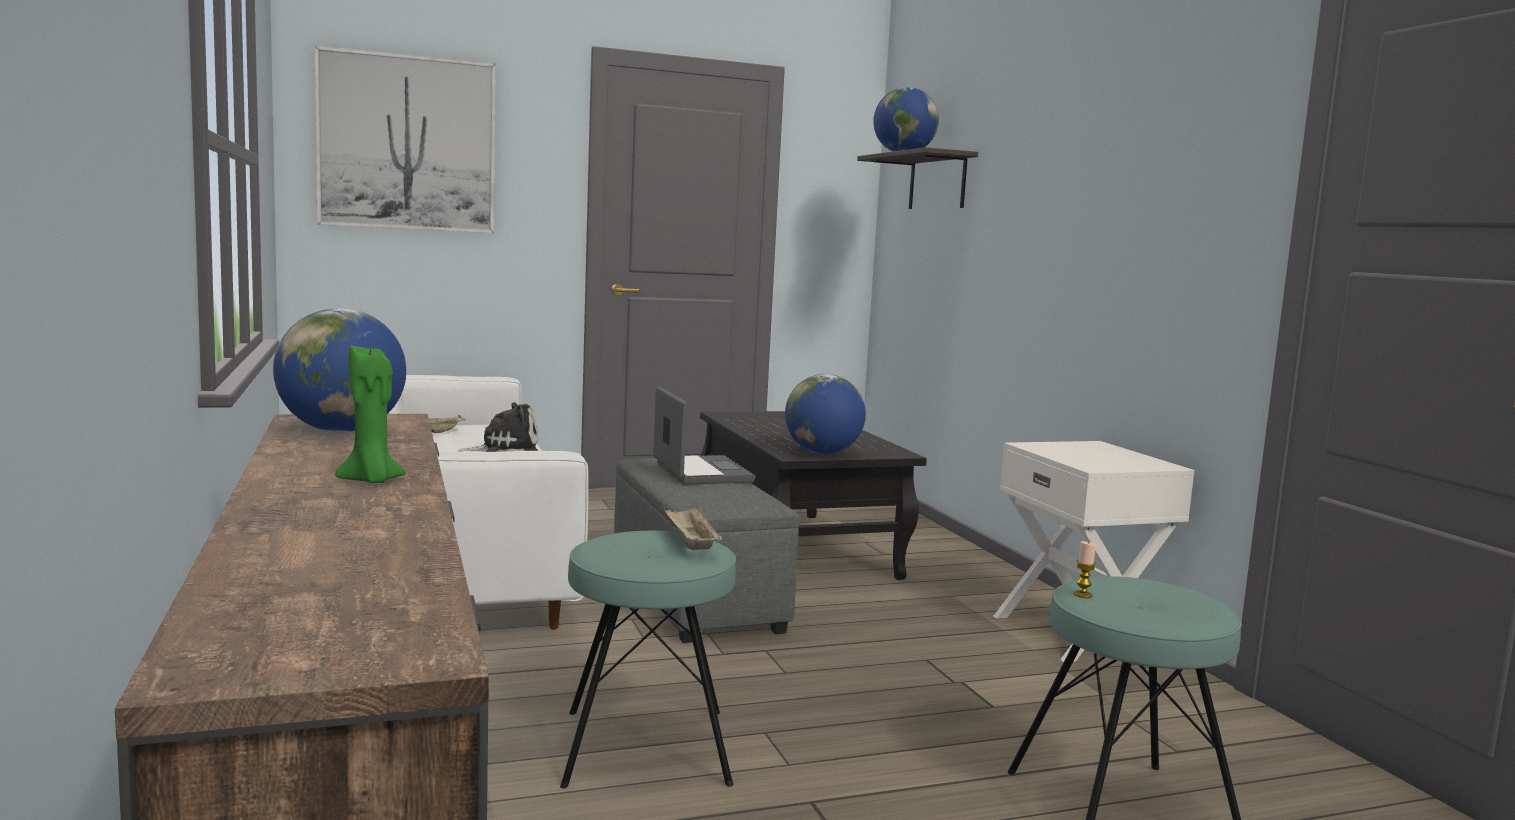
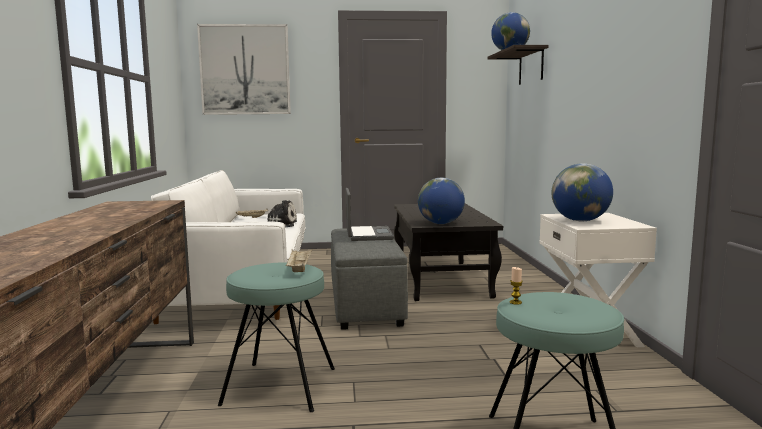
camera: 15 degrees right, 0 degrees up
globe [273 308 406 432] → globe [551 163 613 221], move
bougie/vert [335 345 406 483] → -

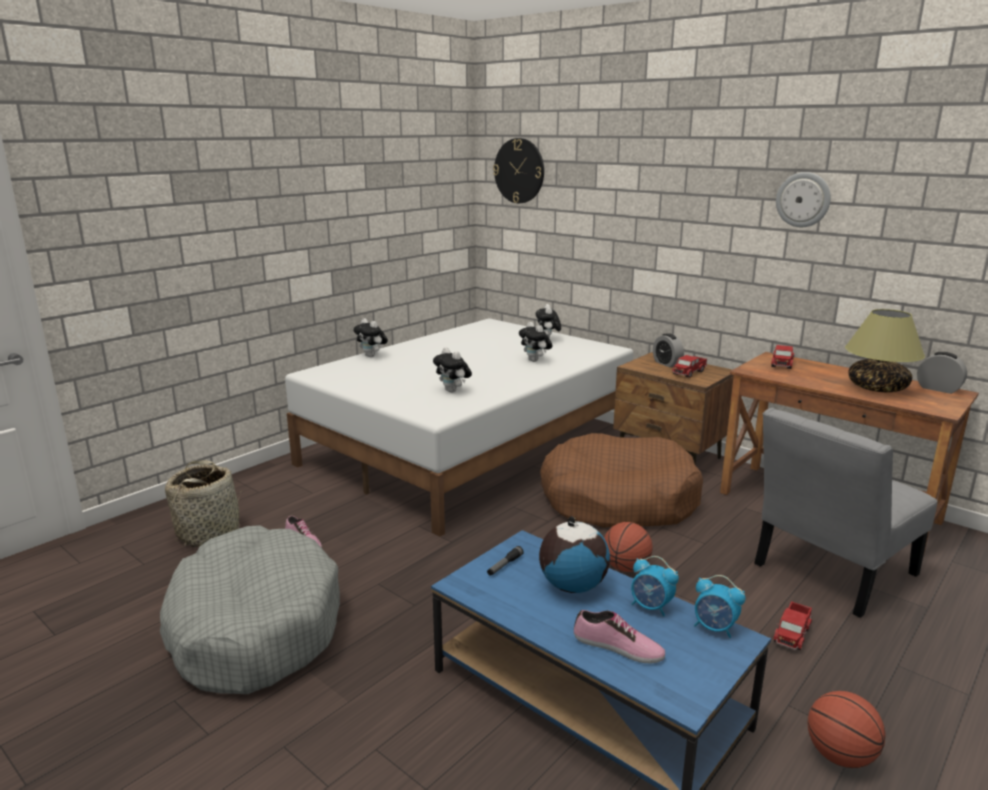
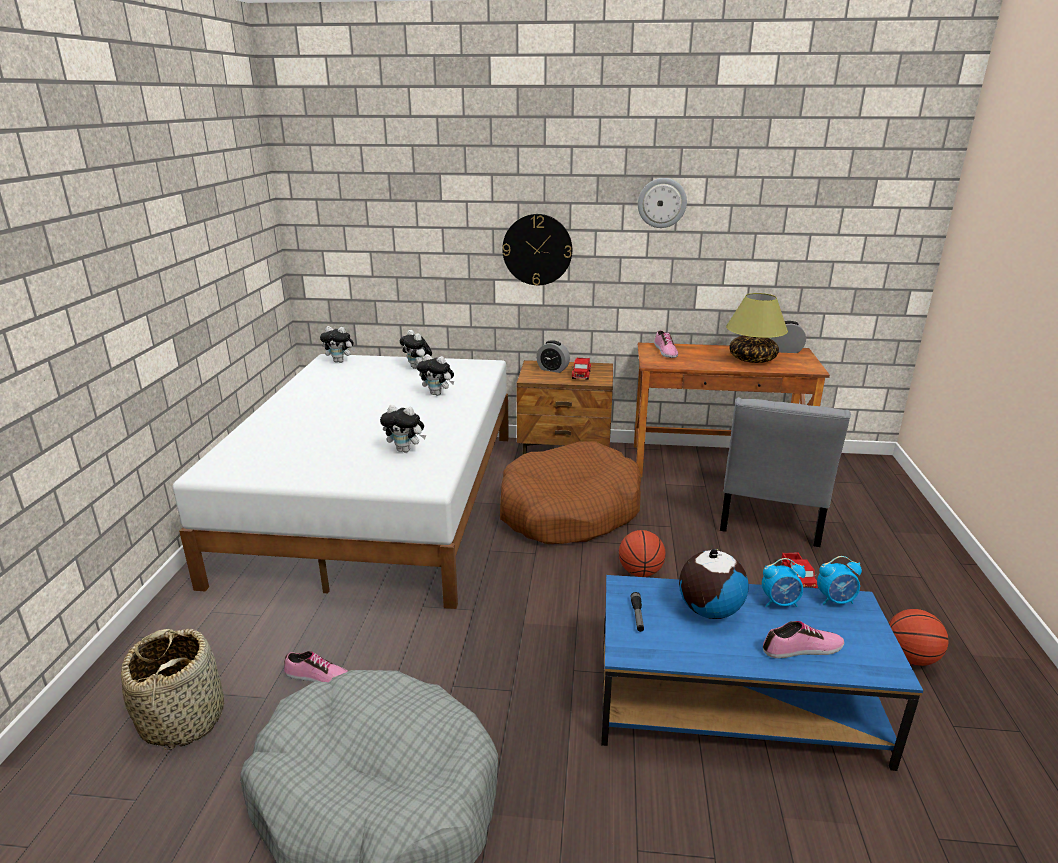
camera: 35 degrees left, 5 degrees up
peluche [353 318 388 357] → peluche [320 326 356 363], move
horloge murale [493 138 544 203] → horloge murale [502 214 572 285], move
camion jouet [771 345 795 369] → chaussure [654 330 678 358]

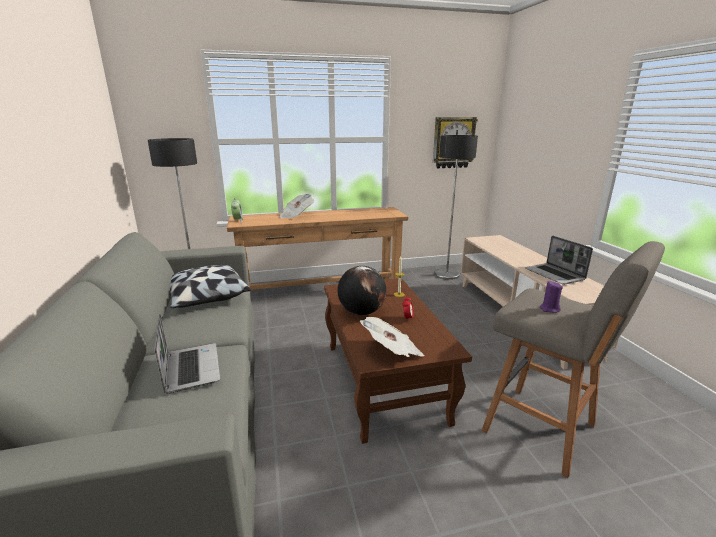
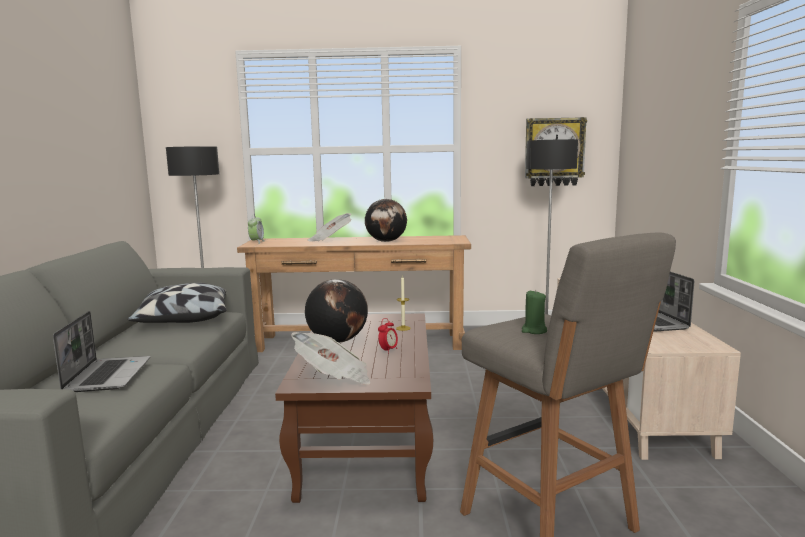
camera: 15 degrees right, 10 degrees down
bougie/violet [540 281 563 313] → bougie/vert [522 290 547 334]
- → globe [365 199 407 242]

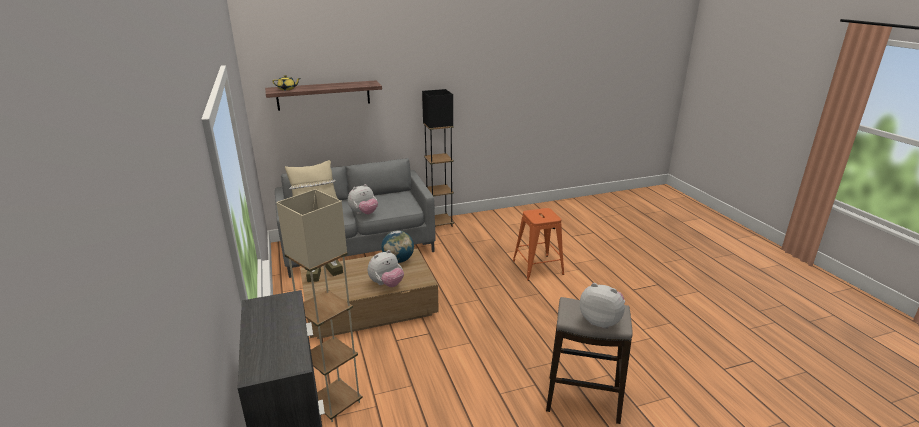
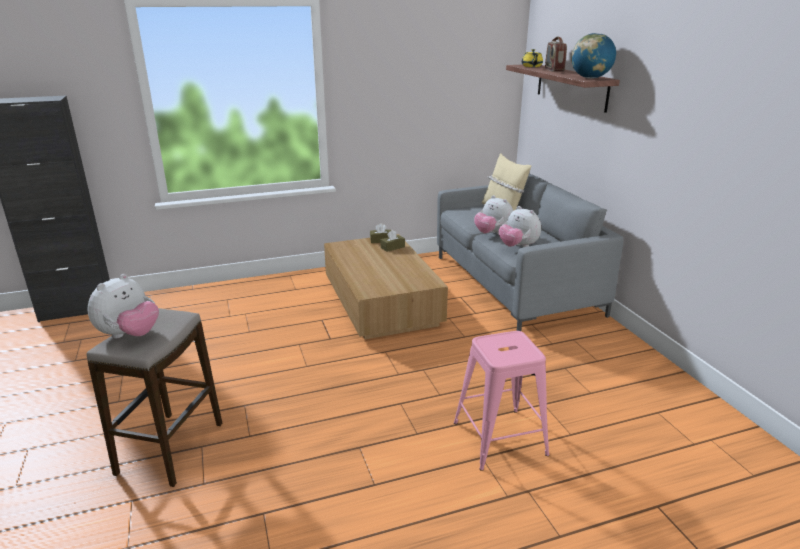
camera: 90 degrees right, 0 degrees up
lampadaire/beige [276 189 363 422] → -
peluche [368 250 404 287] → peluche [499 206 541 247], move
globe [381 230 414 263] → globe [571 33 616 79], move
lampadaire/noir [422 89 454 227] → -
tabouret/orange [513 208 564 281] → tabouret/rose [454 331 549 471]
- → radio [545 36 567 72]

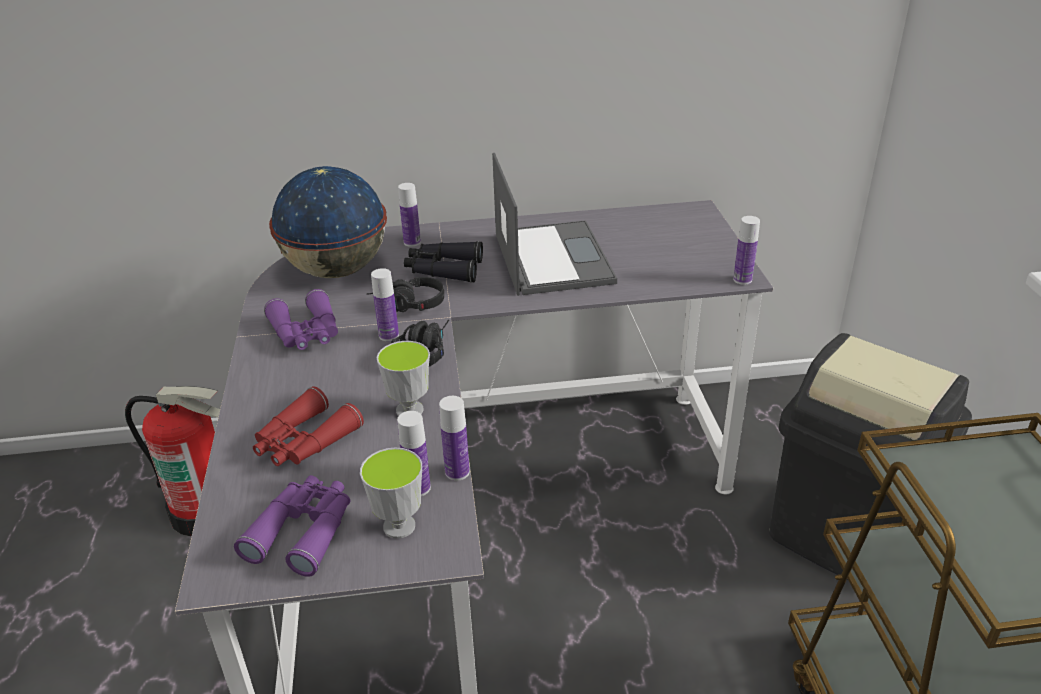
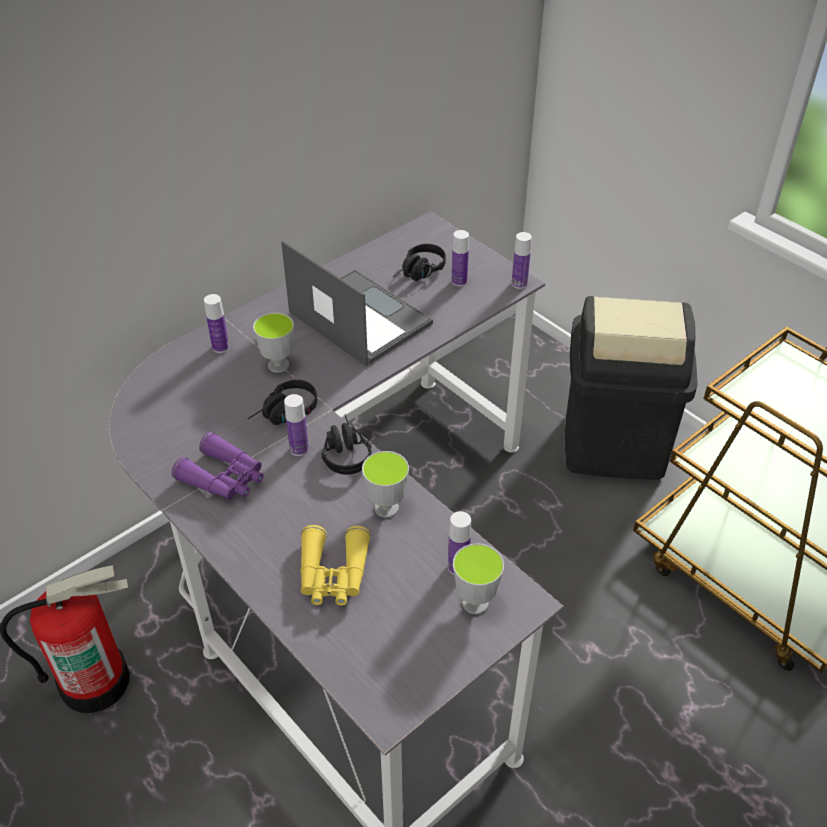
camera: 35 degrees left, 10 degrees up
jumelles/violet [234 475 350 577] → -
jumelles/rouge [253 386 364 466] → jumelles/jaune [300 525 371 605]
globe [269 166 387 278] → -
jumelles/noir [404 241 483 283] → tasse [253 312 294 373]
bouteille [439 396 470 481] → bouteille [452 230 469 287], move
- → casque audio/noir [393 244 446 281]

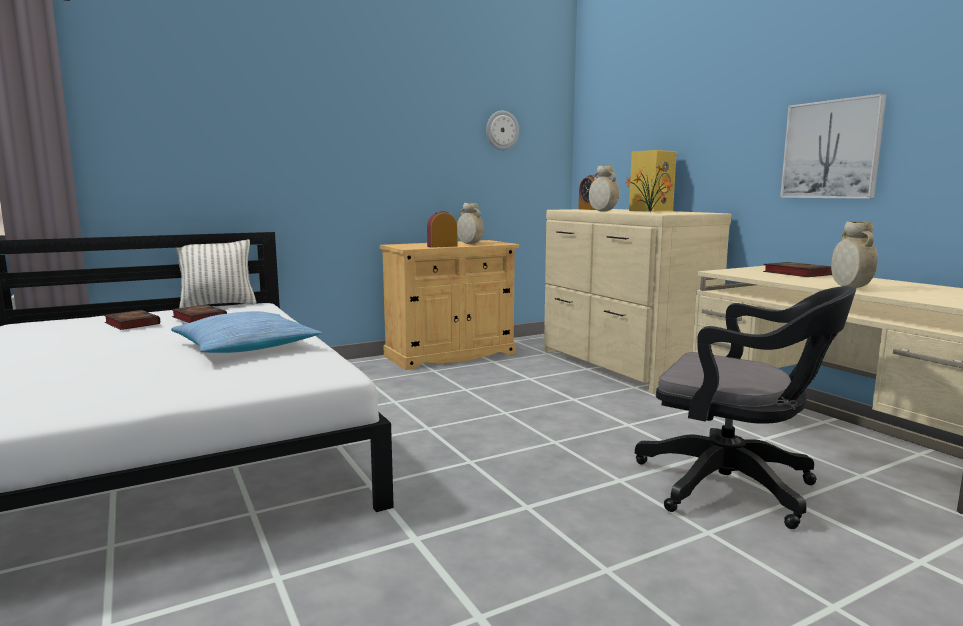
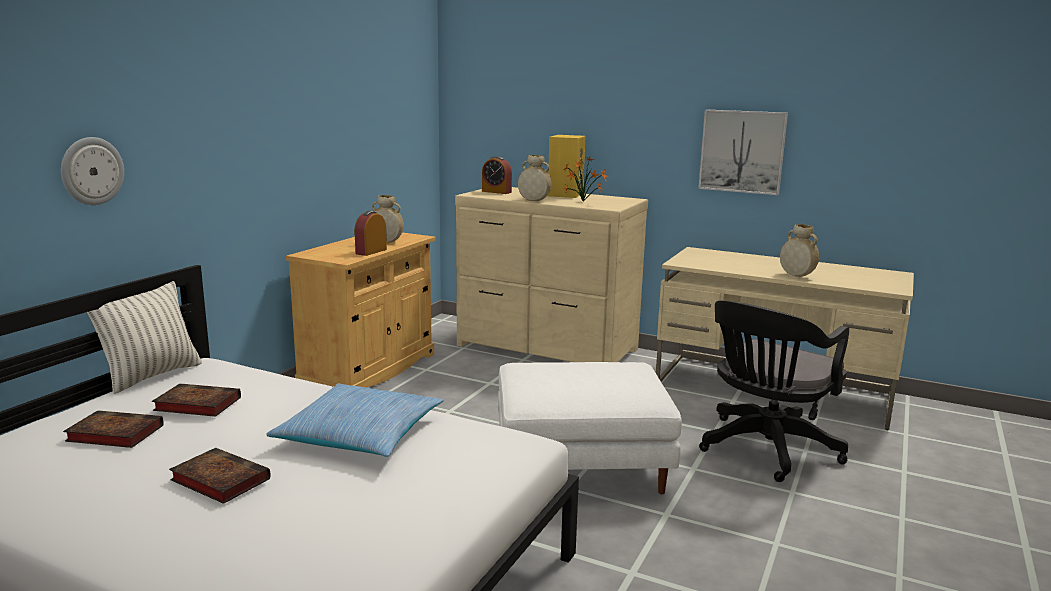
camera: 35 degrees left, 5 degrees up
horloge murale [486 111 519 150] → horloge murale [61 137 124 205], move
chaise de bureau/noir [635 286 856 529] → chaise de bureau/noir [699 301 849 482], 135 degrees clockwise
livre [763 262 832 277] → livre [169 448 271 504], move
- → pouf/blanc [498 362 682 494]

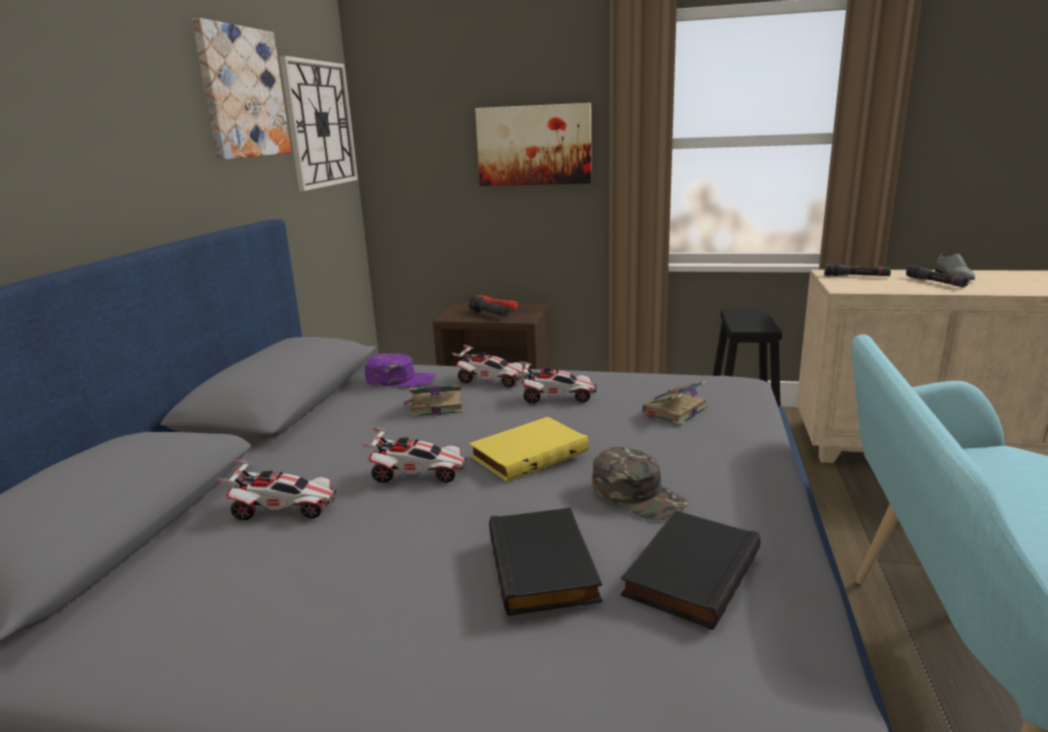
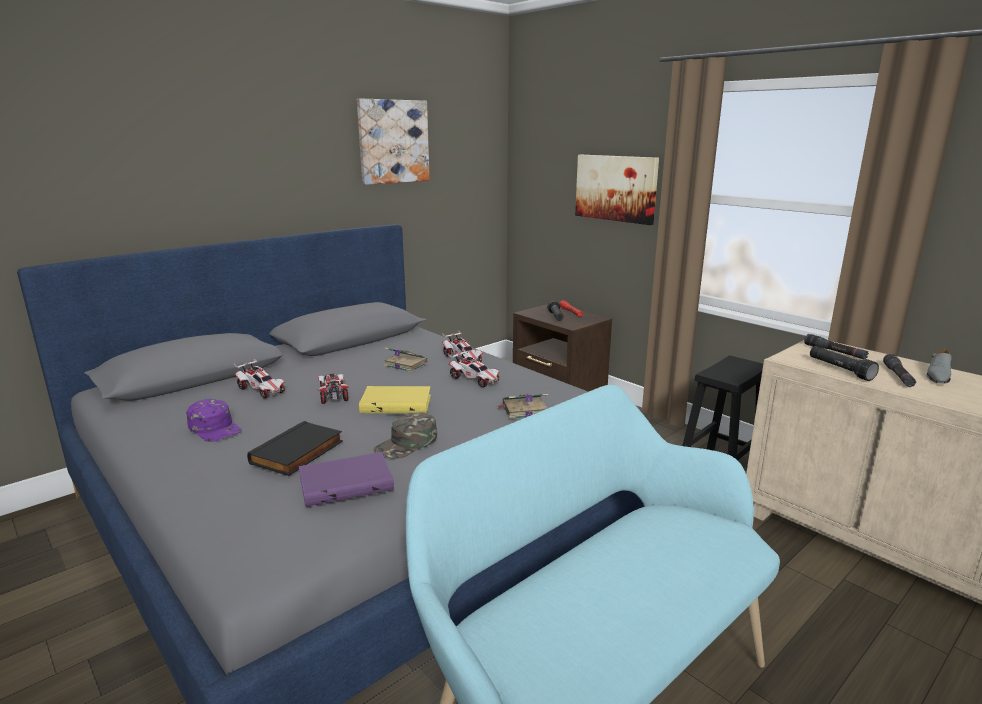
camera: 35 degrees right, 0 degrees up
horloge murale [279 56 358 191] → -
petite voiture [361 427 468 483] → petite voiture [317 374 349 404], 150 degrees counterclockwise
casquette/violet [365 353 436 387] → casquette/violet [186 399 242 442], move
casquette/vert [592 447 689 520] → casquette/vert [374 412 437 459], 45 degrees clockwise
livre/noir [621 511 761 630] → livre/violet [299 452 394 507]
- → lampe de poche/noir [810 346 879 381]

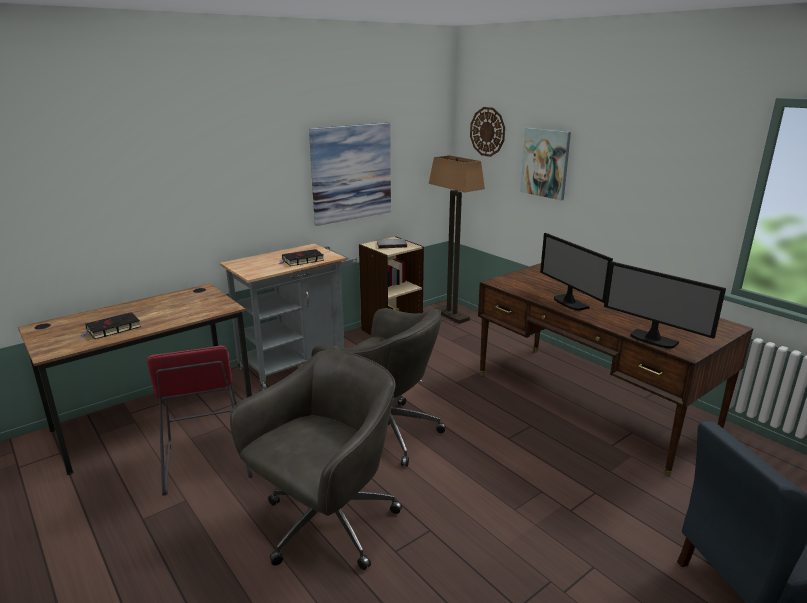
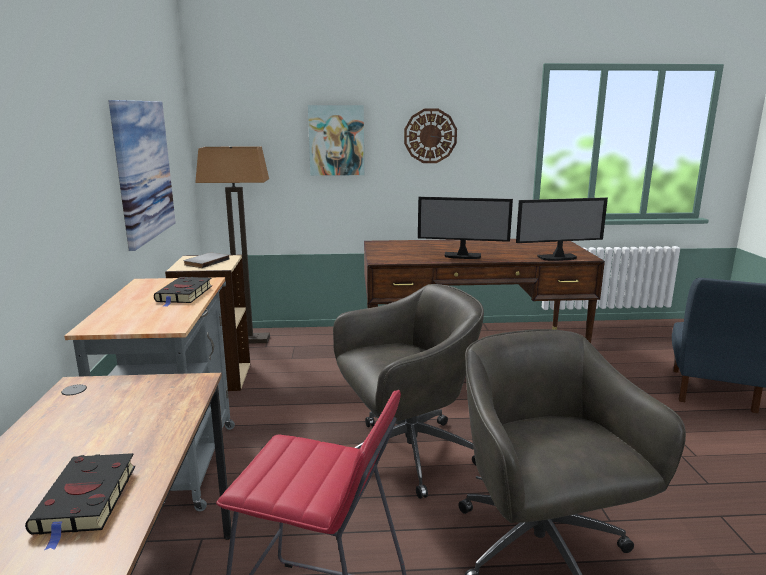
camera: 55 degrees left, 5 degrees down
horloge murale [470 107 505 157] → horloge murale [404 109 457 163], move

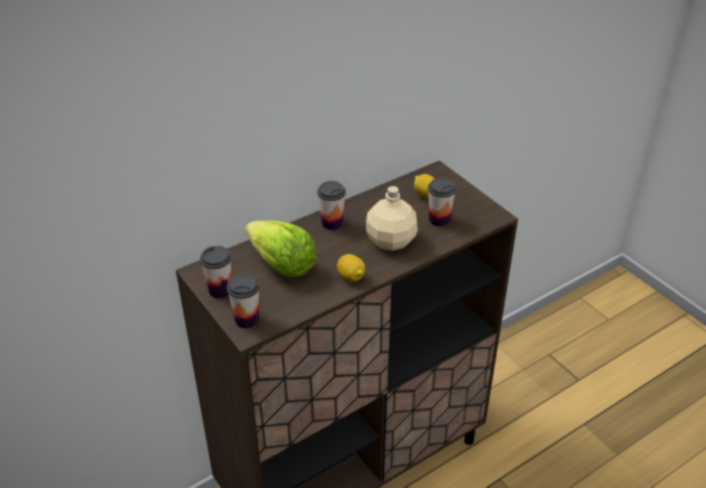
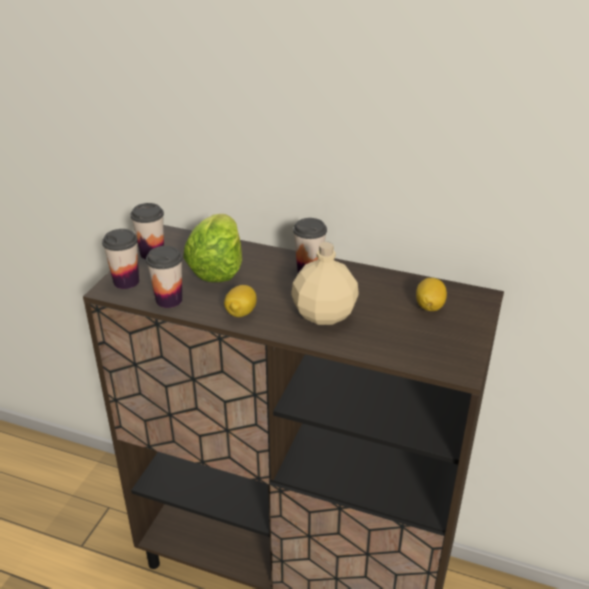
camera: 55 degrees right, 5 degrees down
tasse [428 178 456 227] → tasse [146 246 182 308], move

